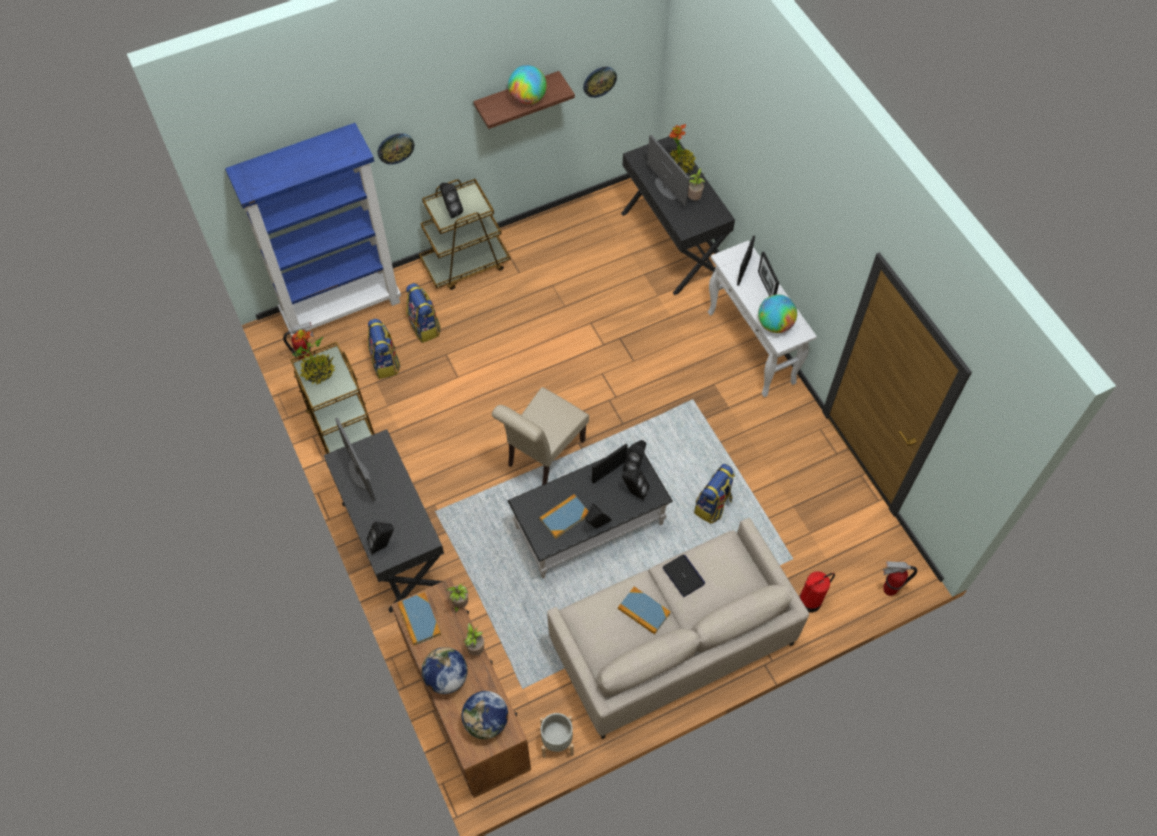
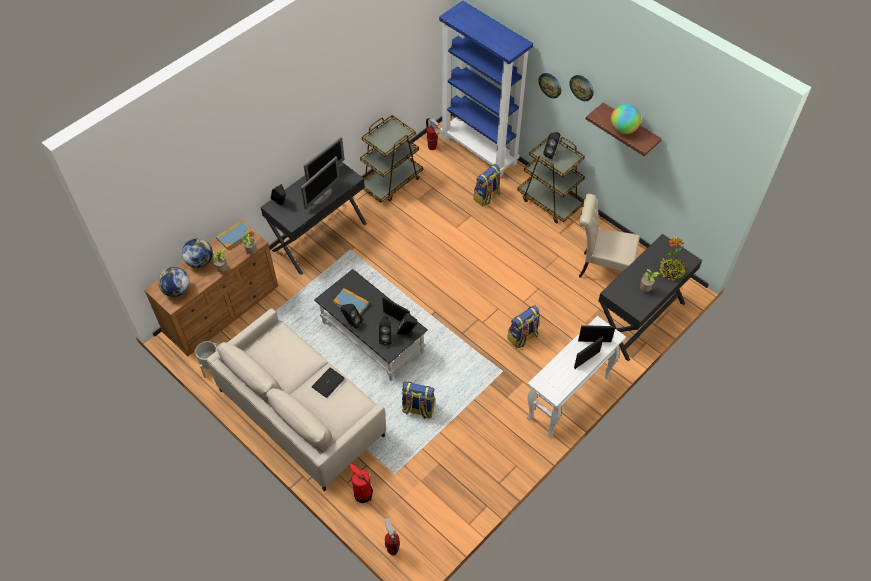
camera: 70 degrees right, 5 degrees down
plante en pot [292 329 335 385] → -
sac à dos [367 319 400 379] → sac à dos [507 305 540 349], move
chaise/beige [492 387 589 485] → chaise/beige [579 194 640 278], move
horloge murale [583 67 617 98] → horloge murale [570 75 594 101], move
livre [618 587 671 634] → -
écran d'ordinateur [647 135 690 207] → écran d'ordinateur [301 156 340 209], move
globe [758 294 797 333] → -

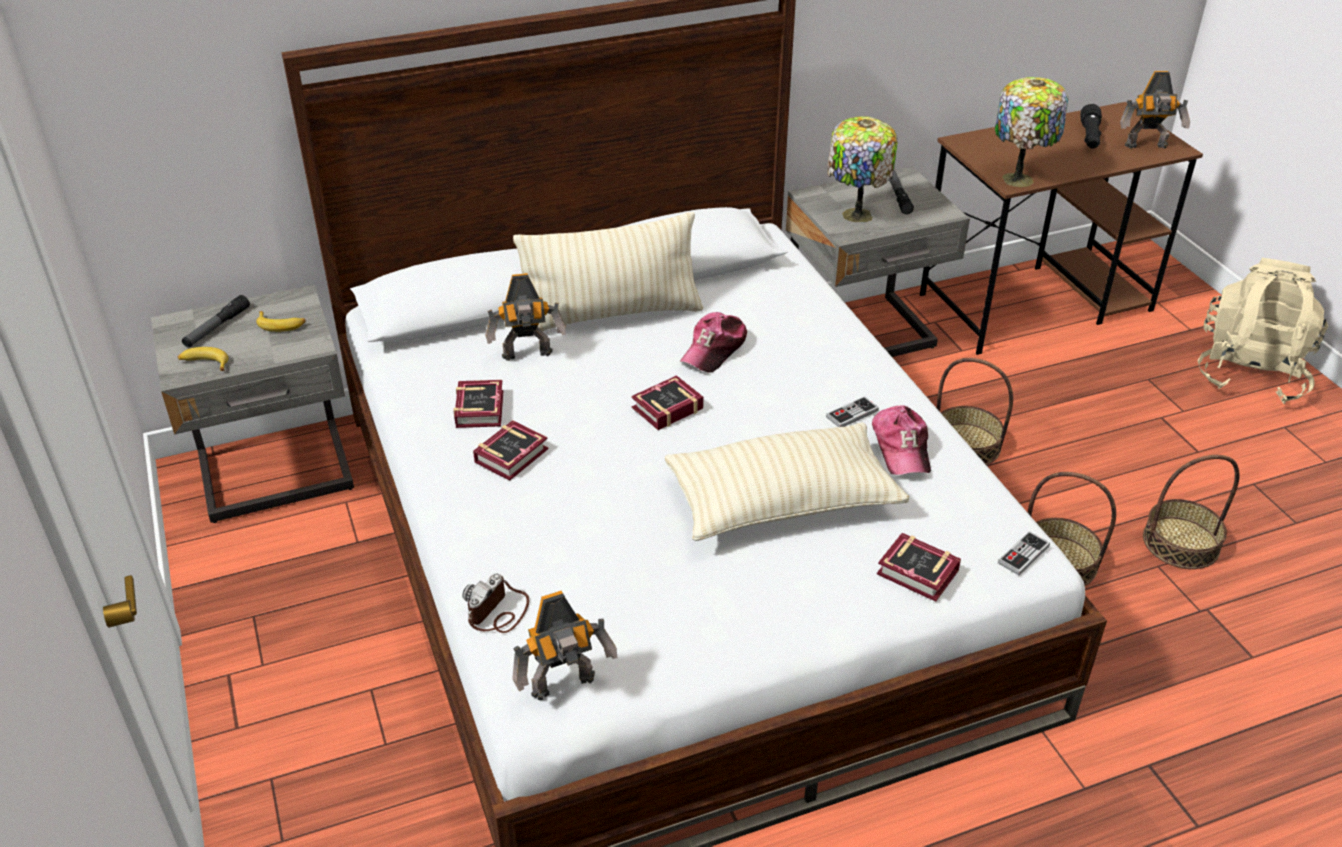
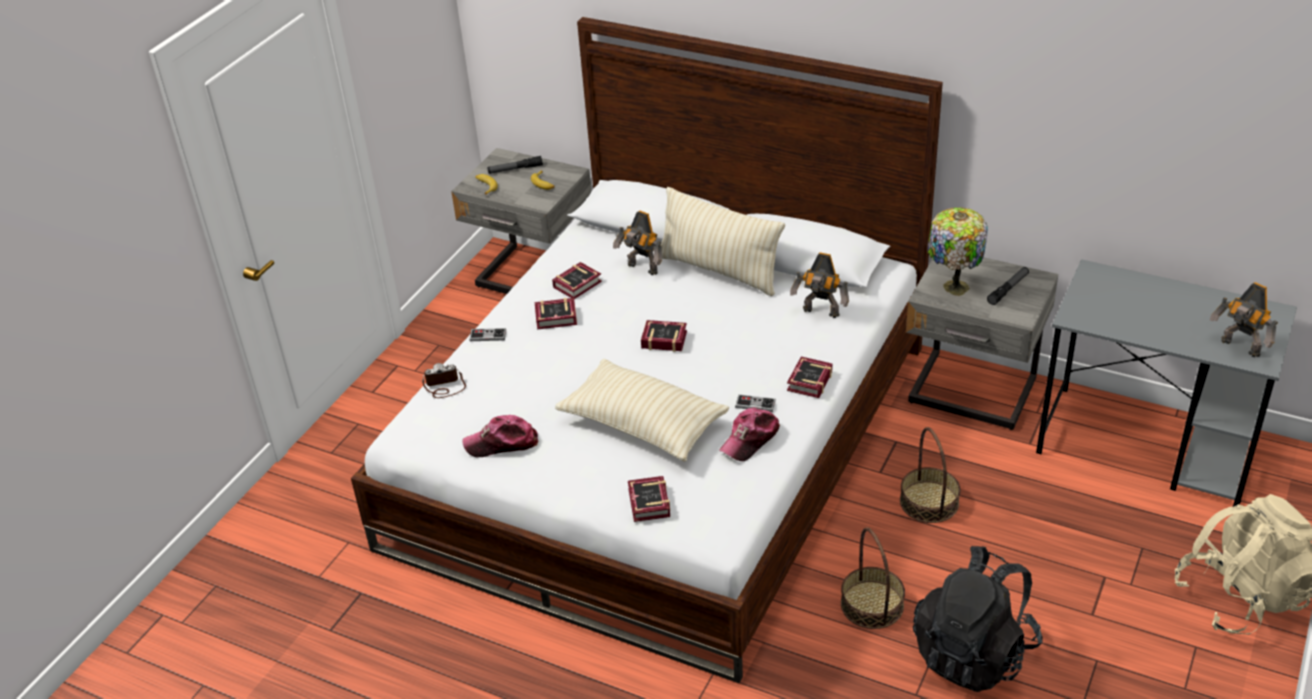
camera: 50 degrees right, 0 degrees up
robot jouet [512 591 617 700] → robot jouet [790 252 849 318], move
casquette [680 312 747 373] → casquette [462 415 538 457], move
bureau/marron [920 102 1203 355] → bureau/gris [1036 259 1297 507]
lampe de table [995 77 1068 187] → -
manette [998 531 1050 575] → manette [469 328 506 341], move
lampe de poche/noir [1080 104 1102 148] → -
panier [1143 455 1239 569] → sac à dos/noir [913 546 1043 692]
- → livre [787 357 833 398]

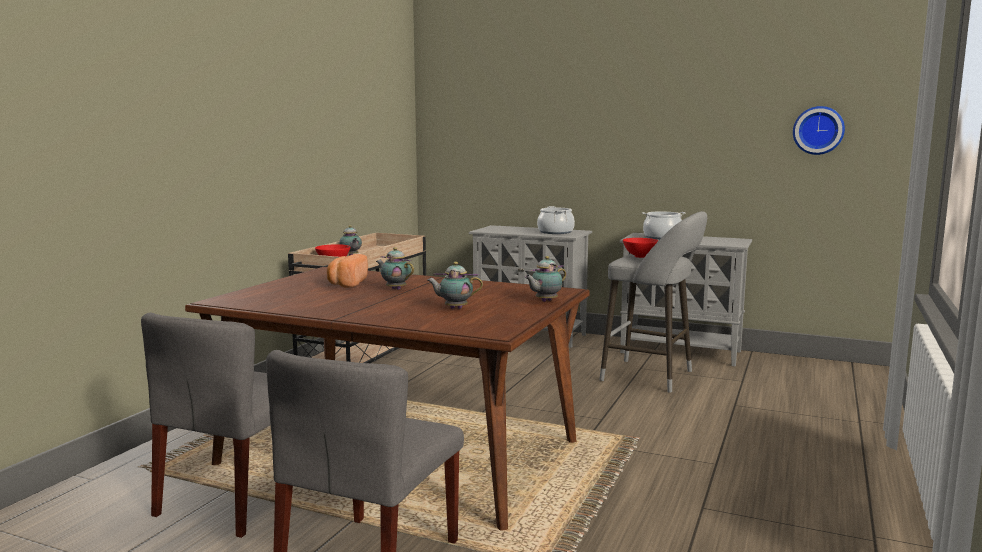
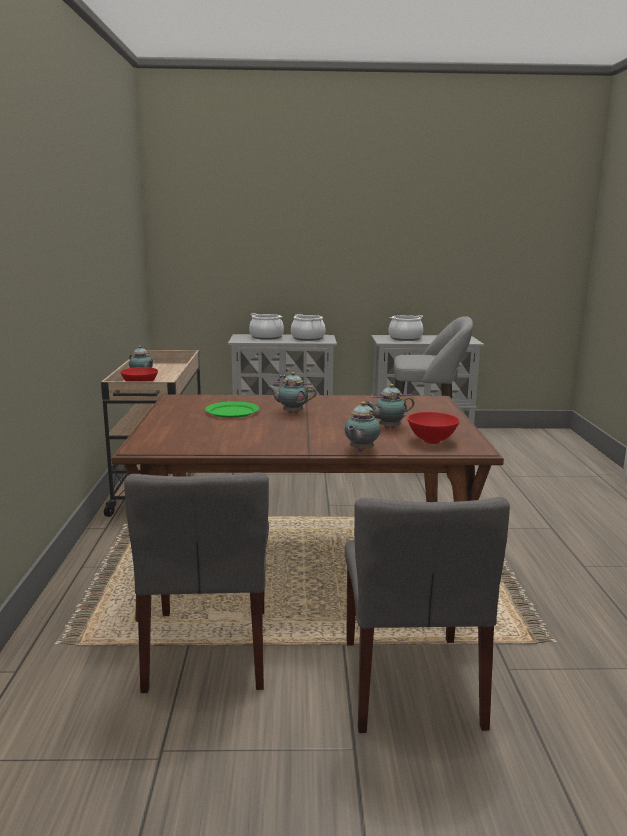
camera: 25 degrees left, 5 degrees up
pain [327 254 368 288] → assiette/vert [205 401 259 418]
théière [525 256 566 302] → théière [345 402 381 451], move
bol/rouge [623 238 659 258] → bol/rouge [407 412 460 444], move
horloge murale [793 106 845 155] → -
- → marmite [249 313 284 340]

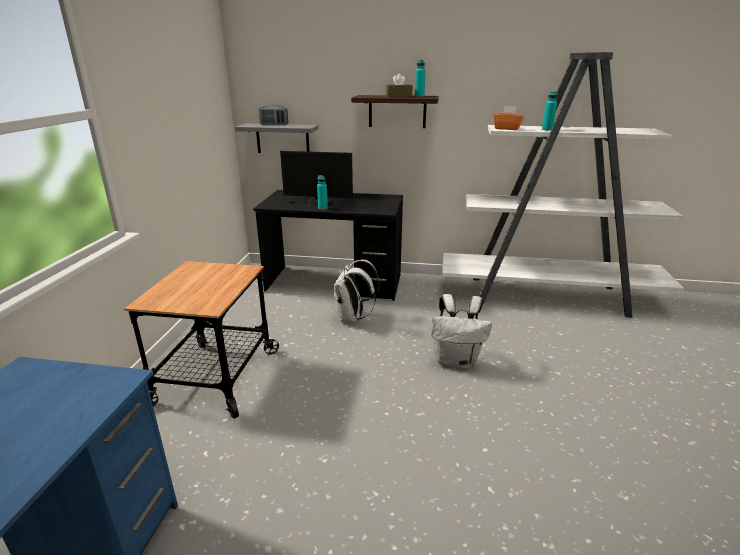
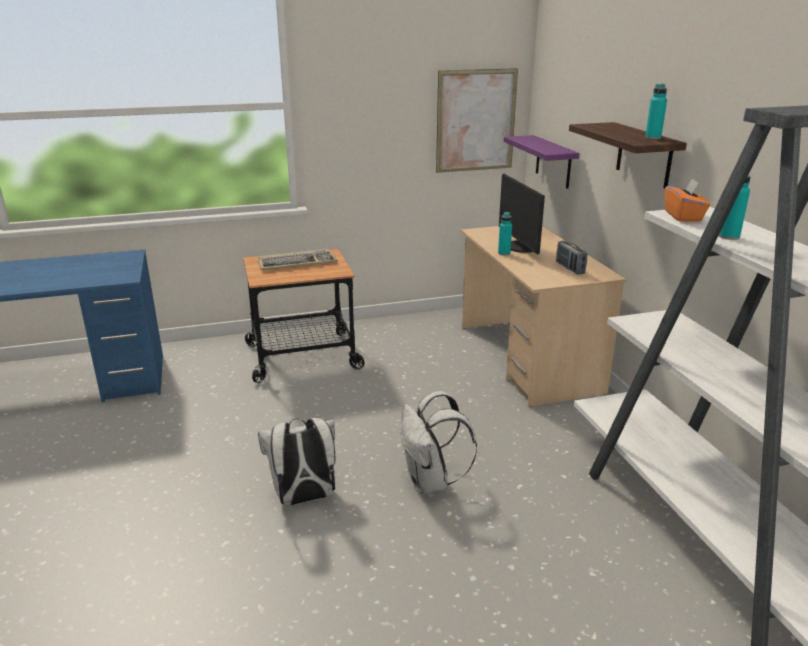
camera: 65 degrees right, 0 degrees up
étagère/gris [235 123 319 153] → étagère/violet [504 135 580 189]
bureau/noir [253 190 403 301] → bureau/beige [461 226 627 407]
radio [259 105 288 125] → radio [556 241 587 274], move
sac à dos/blanc [334 259 380 323] → sac à dos/blanc [258 418 335 505], move
boîte à mouchoirs/marron [386 73 413 97] → -
- → clavier [258 249 338 271]
- → tableau [436 68 518 173]

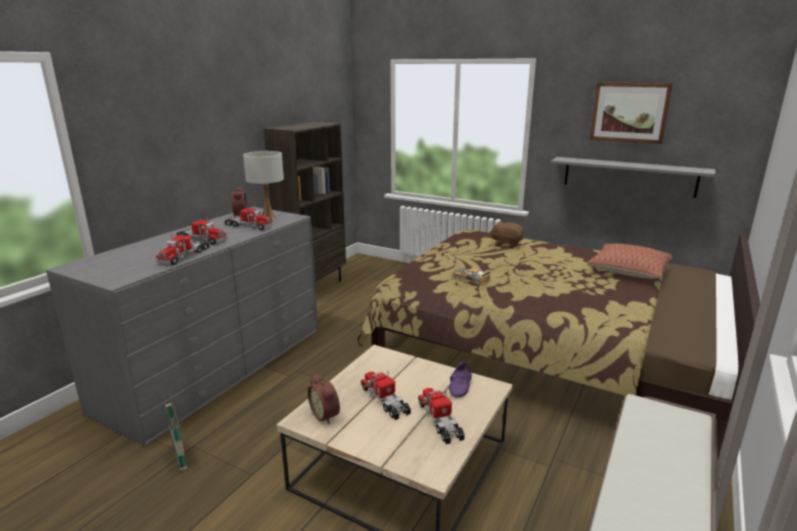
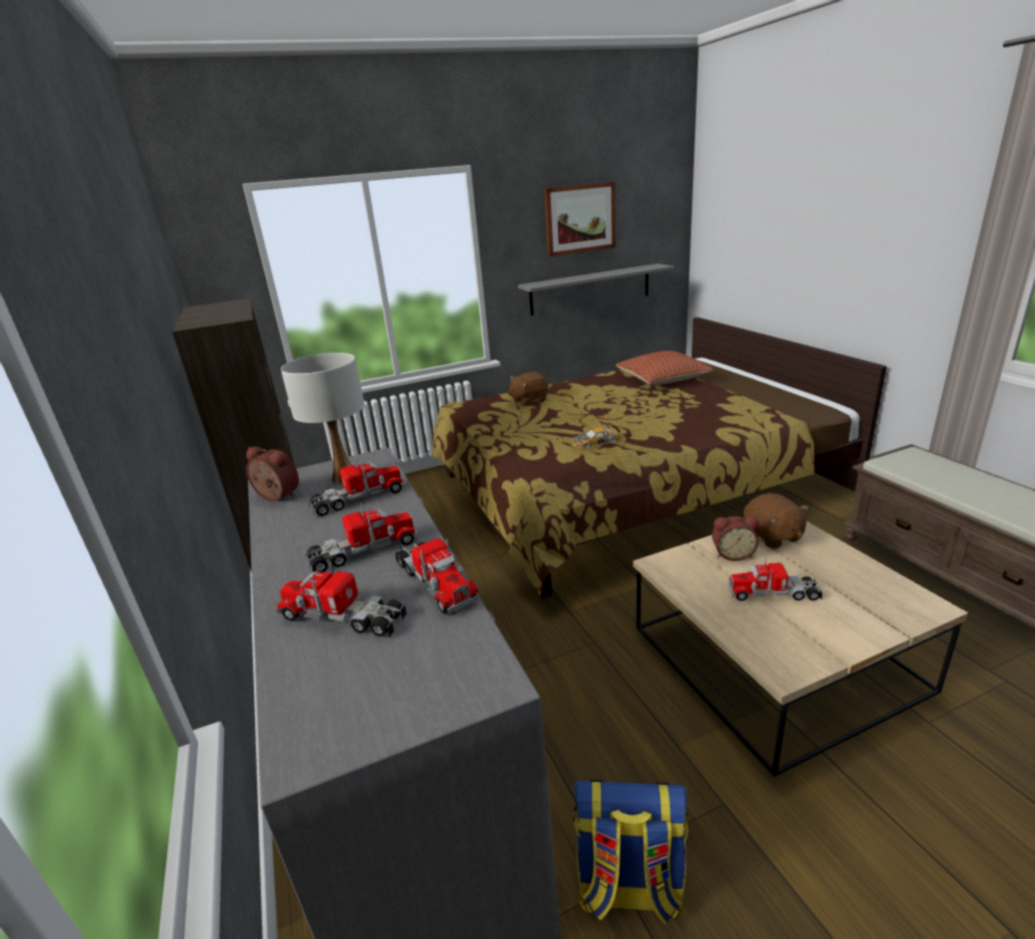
camera: 50 degrees left, 5 degrees up
panier [165 395 187 471] → sac à dos [573 779 689 925]
réveil [308 374 340 424] → réveil [712 516 759 561], move
camion jouet [418 388 465 445] → camion jouet [276 562 407 638], move
chaussure/violet [449 361 472 398] → peluche/marron [744 493 809 549]

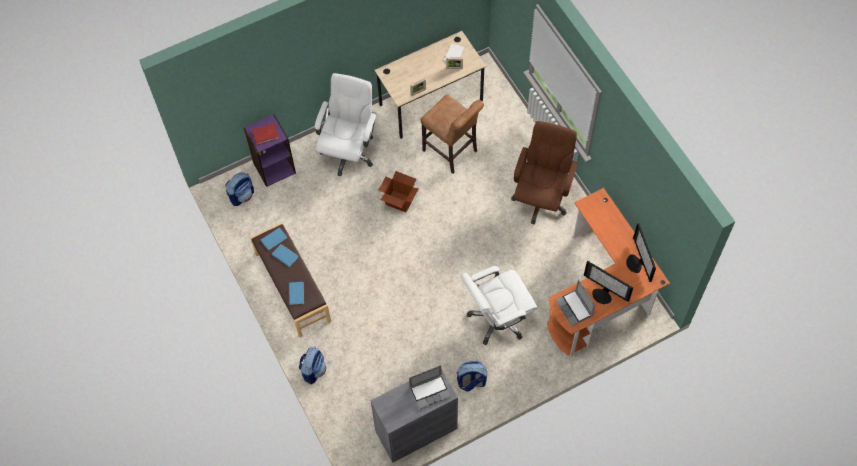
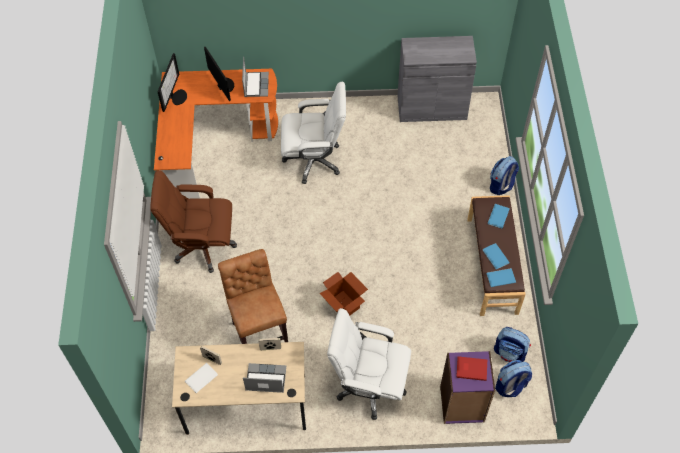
camera: 155 degrees left, 5 degrees down
chaise de bureau/blanc [315 73 377 176] → chaise de bureau/blanc [327 308 411 420], 60 degrees clockwise
ordinateur portable [409 365 451 410] → ordinateur portable [243 363 286 393], move
sac à dos [457 361 487 392] → sac à dos [494 327 531 362], move
chaise de bureau/marron [511 121 578 224] → chaise de bureau/marron [151 170 237 273], 45 degrees clockwise

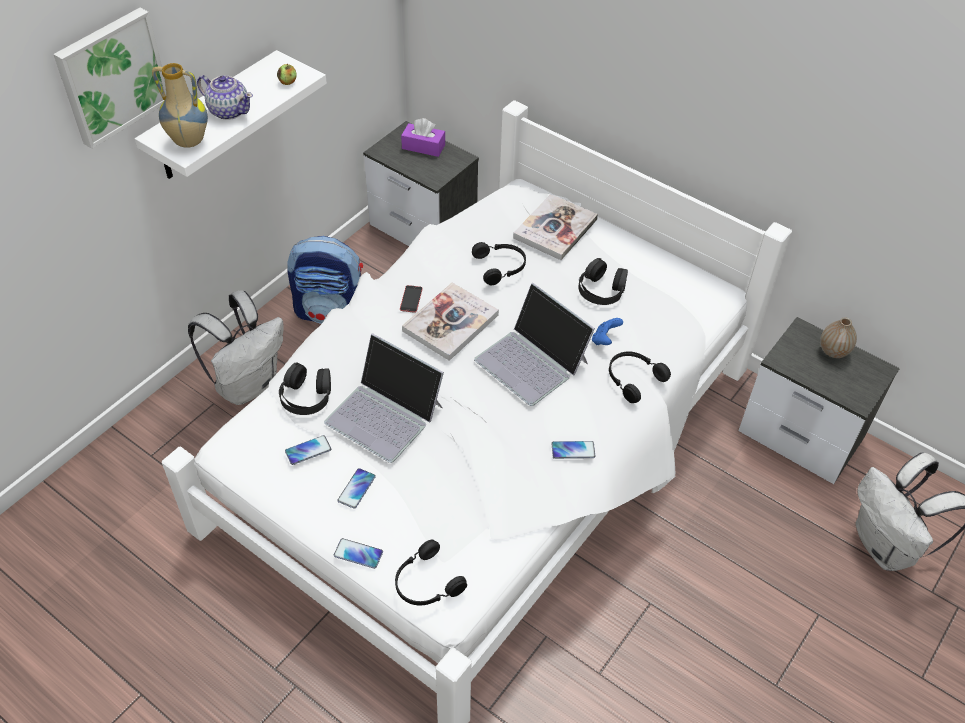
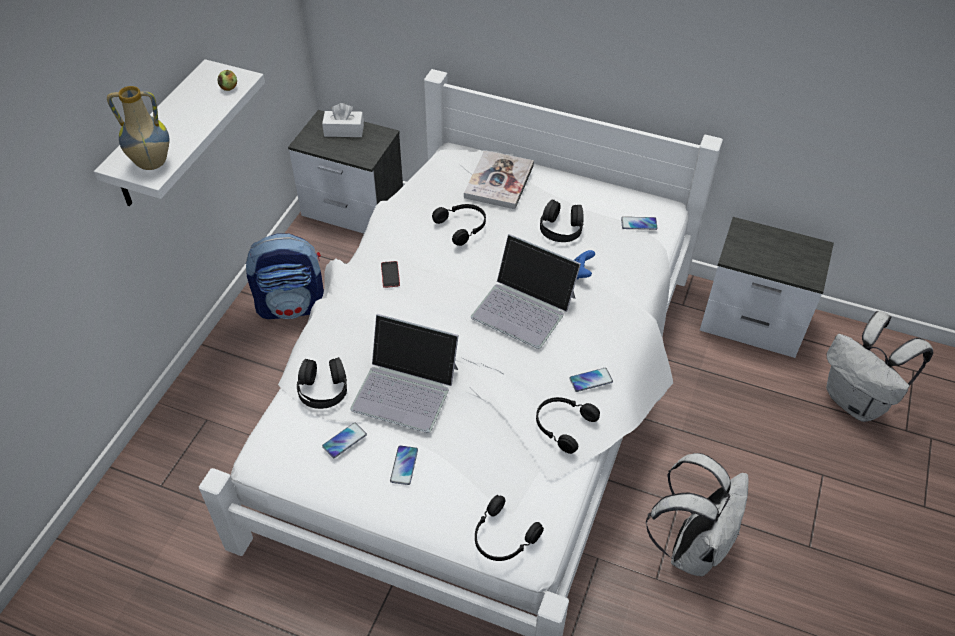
camera: 15 degrees left, 0 degrees up
tableau [53 8 166 149] → -
sac à dos/blanc [188 290 284 405] → sac à dos/blanc [646 453 748 577], move
théière [197 75 253 120] → -
téléphone [334 538 383 569] → téléphone [621 217 657 230], move
boîte à mouchoirs/violet [401 118 445 157] → boîte à mouchoirs/blanc [322 103 364 137]
livre [402 283 499 361] → -
casque audio/noir [609 351 671 403] → casque audio/noir [536 397 600 454], move
vase [820 317 857 358] → -

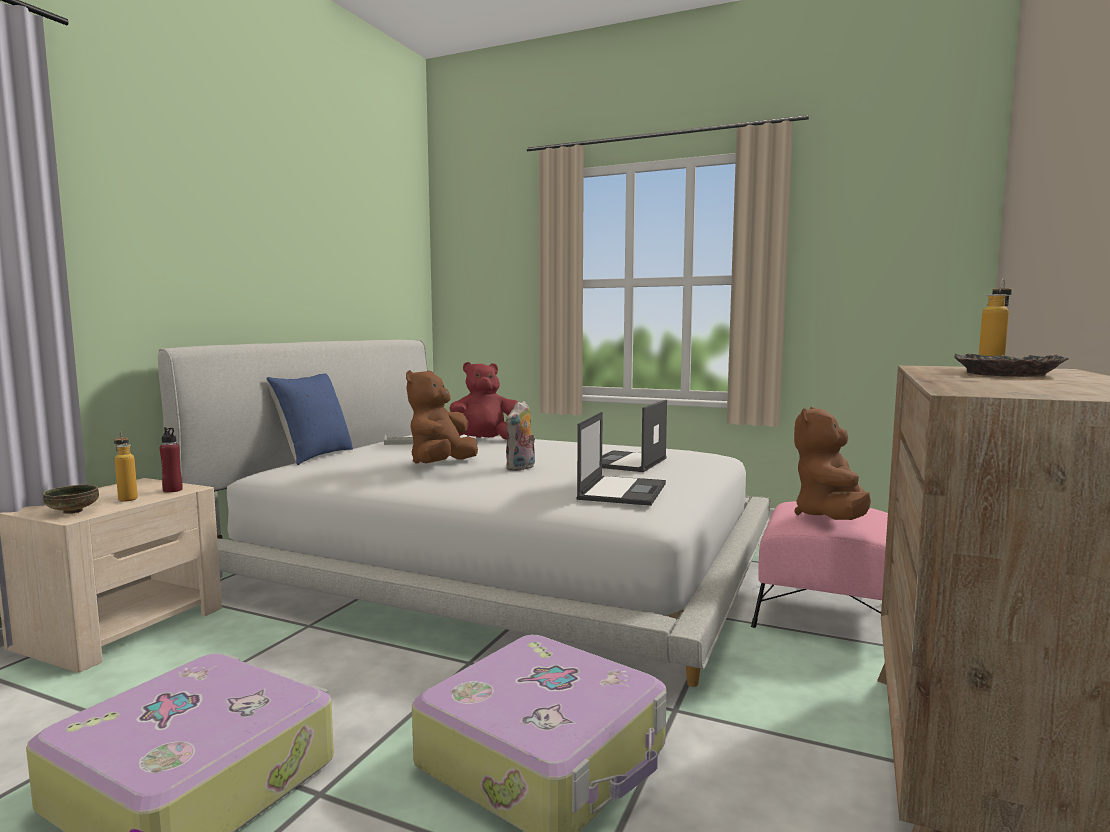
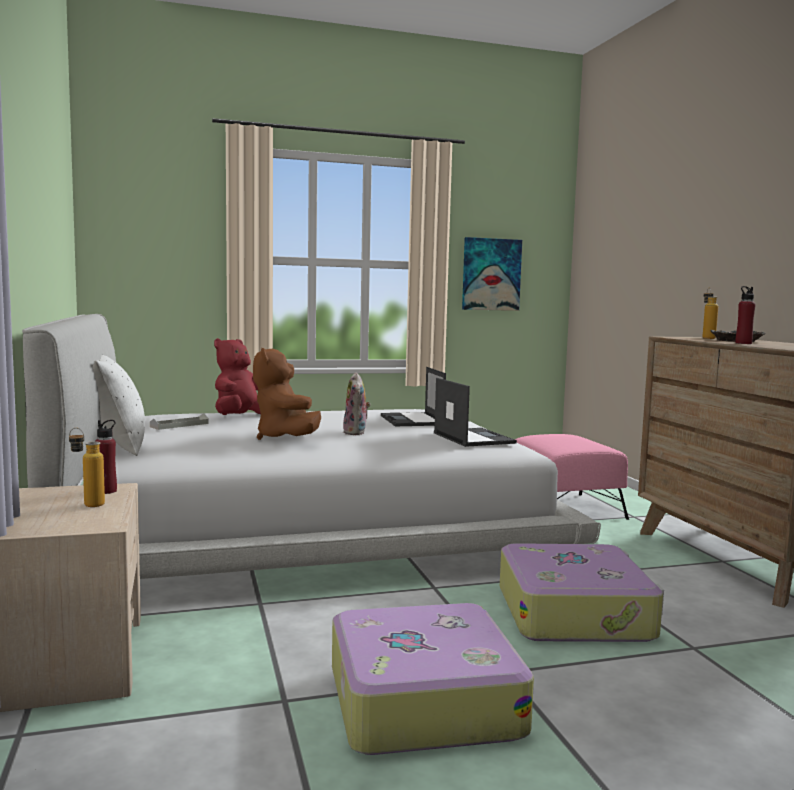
camera: 40 degrees left, 0 degrees up
bol [43 485 99 514] → -
coussin/bleu [266 373 353 465] → coussin/blanc [93 355 145 456]
peluche/marron [794 407 871 520] → -
- → tableau [462 237 522 311]
- → bouteille/rouge [735 286 756 344]

